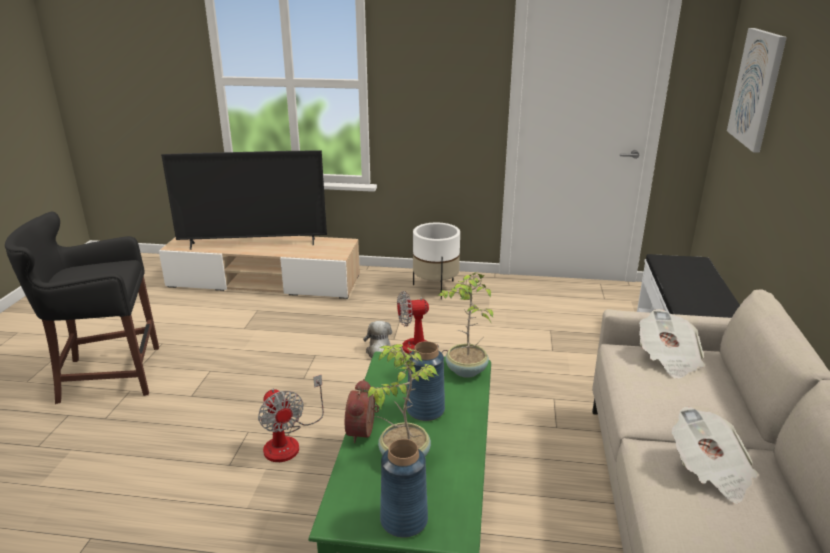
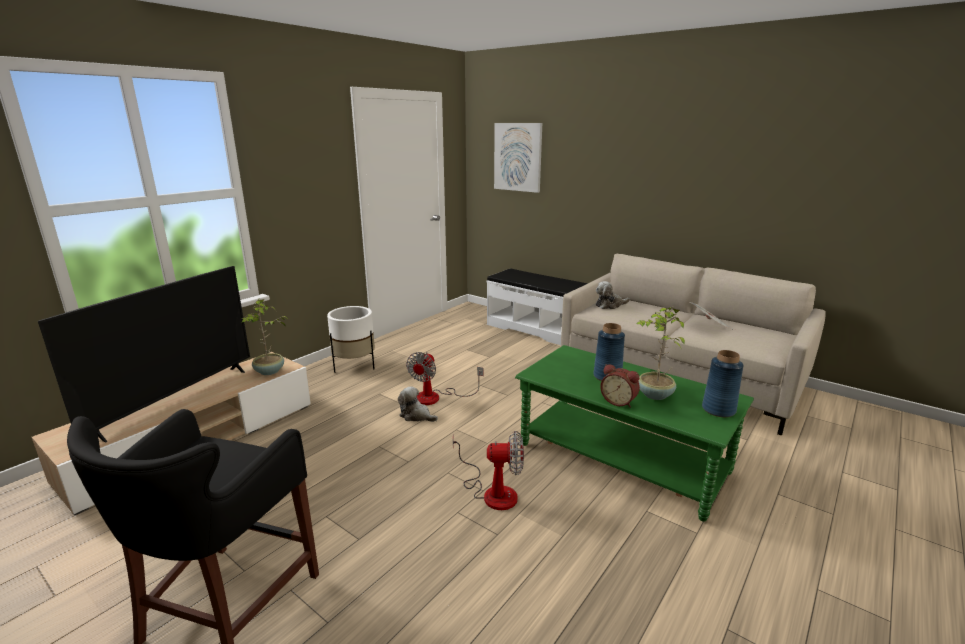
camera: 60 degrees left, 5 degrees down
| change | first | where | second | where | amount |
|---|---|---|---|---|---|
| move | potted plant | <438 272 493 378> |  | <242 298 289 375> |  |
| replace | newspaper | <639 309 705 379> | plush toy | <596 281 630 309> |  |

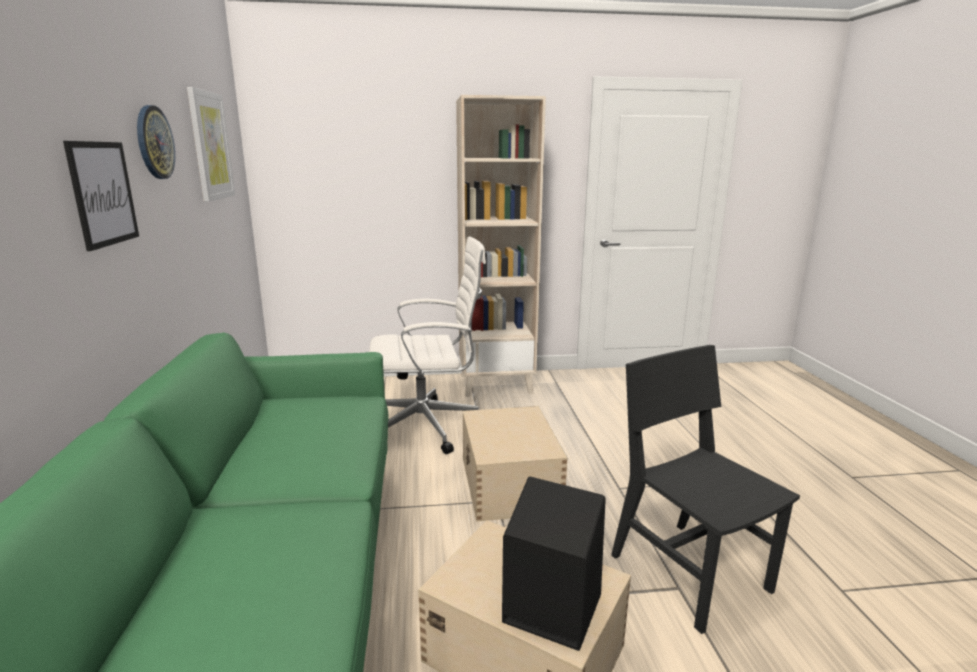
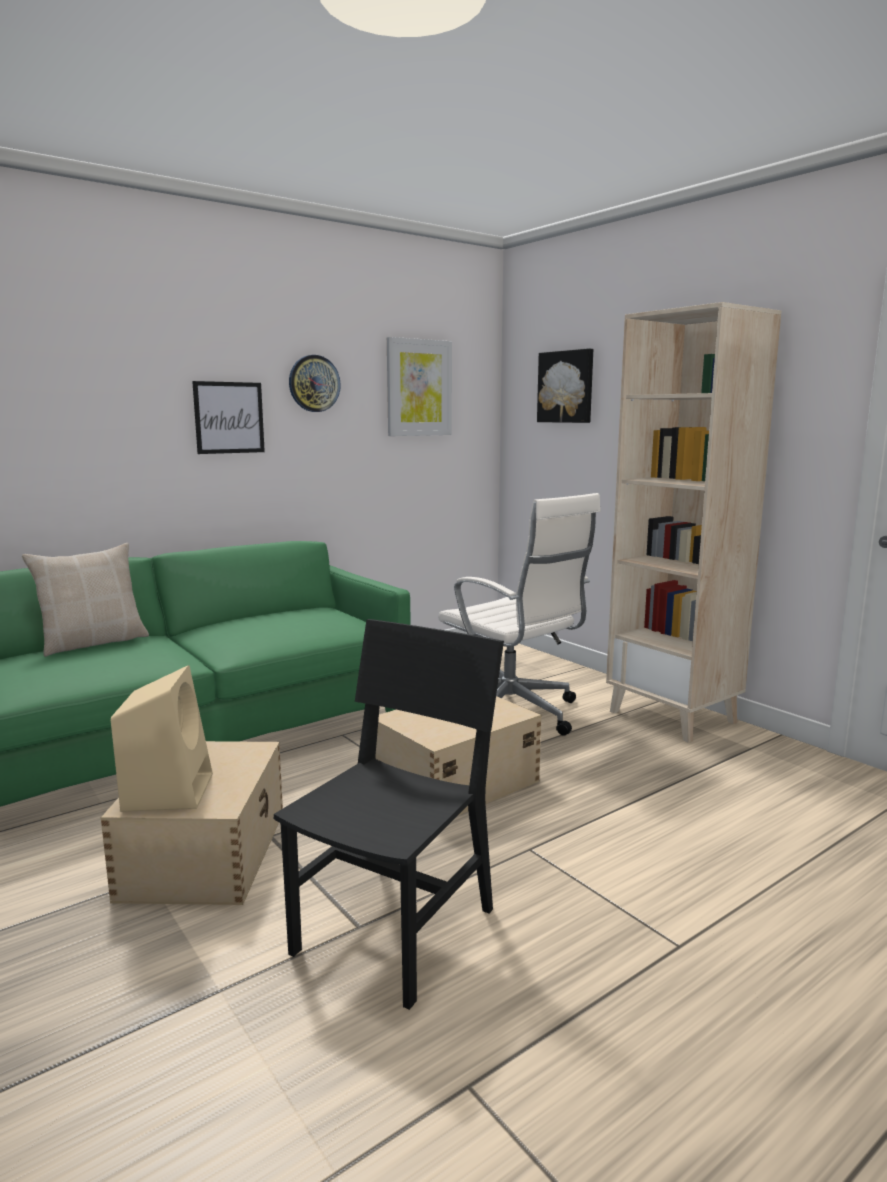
camera: 60 degrees right, 5 degrees down
| change | first | where | second | where | amount |
|---|---|---|---|---|---|
| insert |  |  | pillow (beige) | <22 543 149 657> |  |
| recolor | speaker (black) | <502 477 606 651> | speaker (beige) | <111 665 213 812> |  |
| insert |  |  | picture | <537 349 593 423> |  |

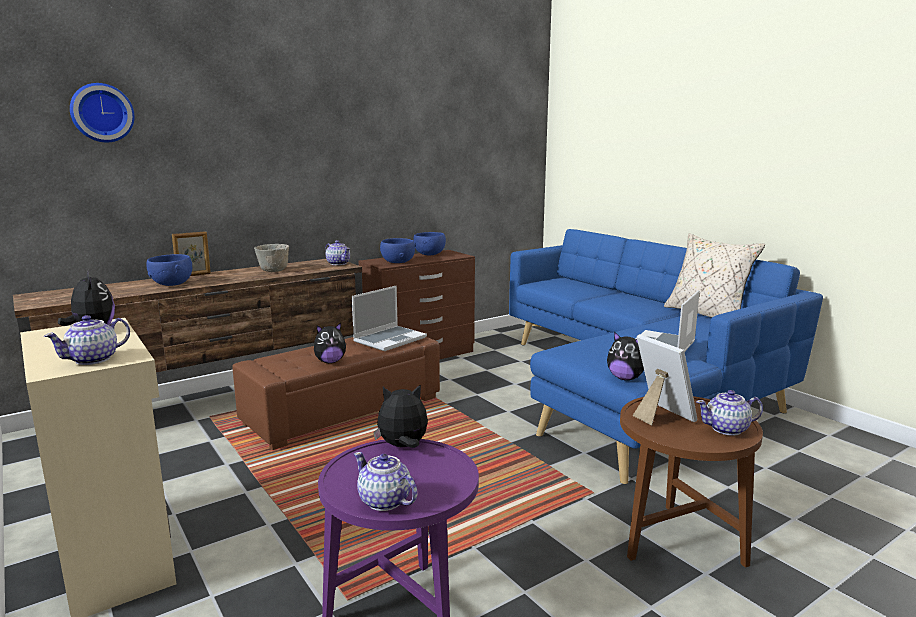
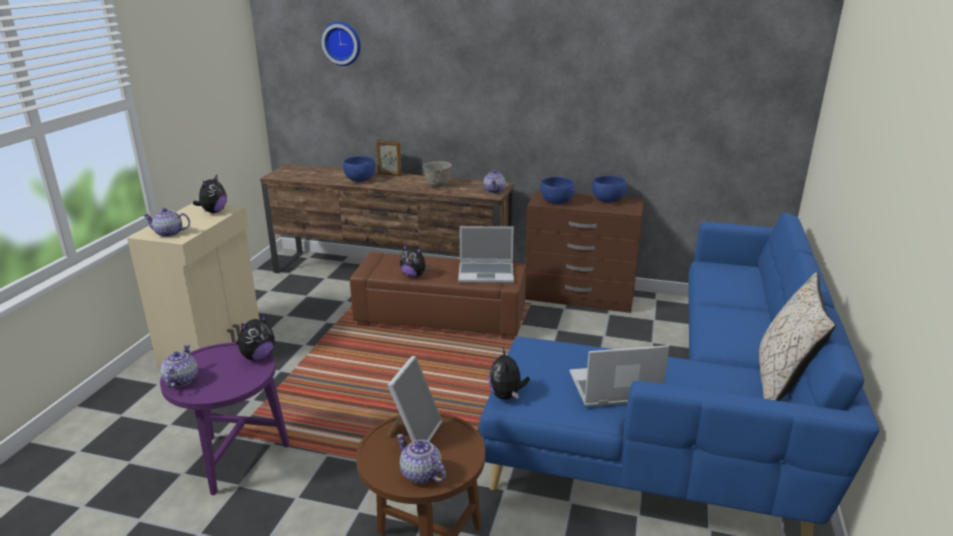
camera: 50 degrees right, 10 degrees up
| change | first | where | second | where | amount |
|---|---|---|---|---|---|
| rotate | plush toy | <373 384 428 448> |  | <236 313 275 360> | 90 degrees clockwise |

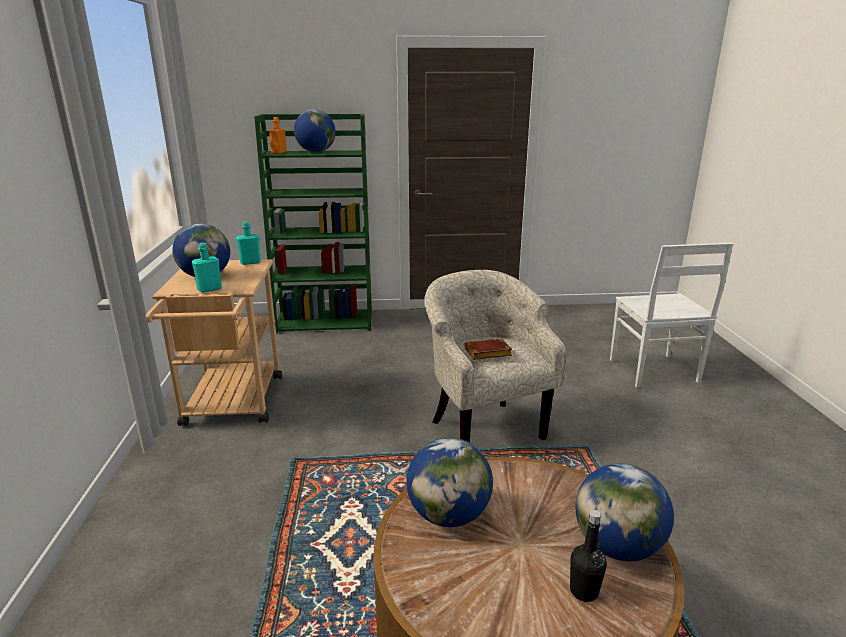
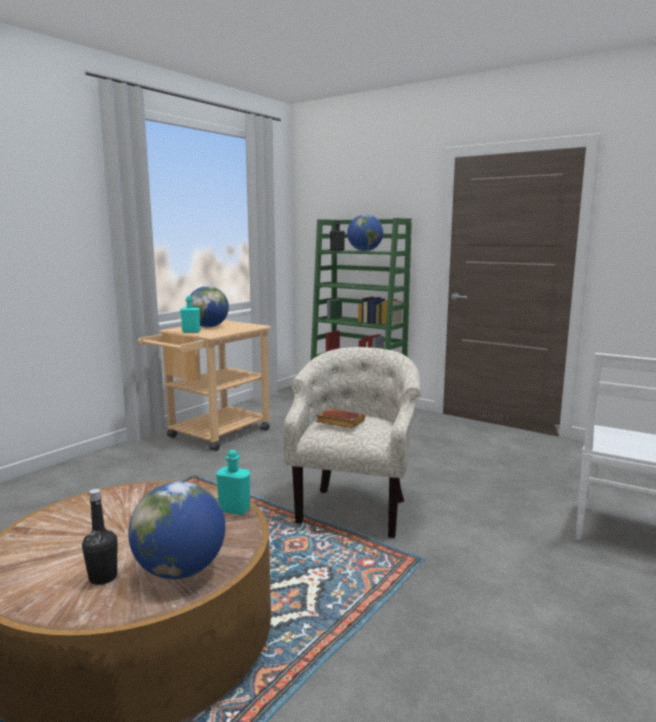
camera: 40 degrees right, 10 degrees down
| change | first | where | second | where | amount |
|---|---|---|---|---|---|
| move | bottle (turquoise) | <236 222 261 265> |  | <216 450 250 515> |  |
| recolor | bottle (orange) | <269 117 287 154> | bottle (black) | <330 221 345 251> |  |
| delete | globe | <406 437 493 527> |  |  |  |

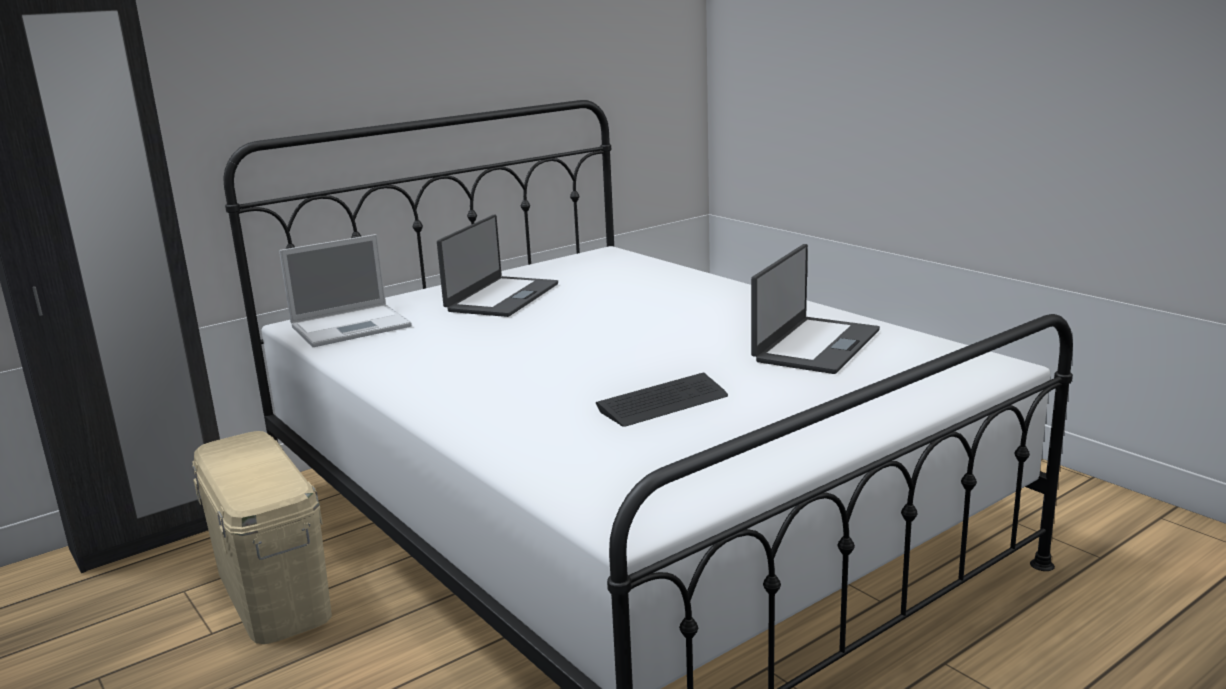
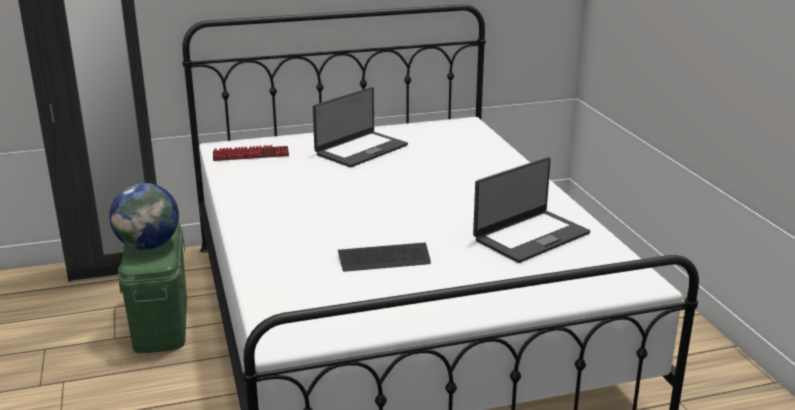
camera: 20 degrees right, 5 degrees up
| change | first | where | second | where | amount |
|---|---|---|---|---|---|
| insert |  |  | globe | <109 183 179 250> |  |
| recolor | storage box (beige) | <192 431 332 644> | storage box (green) | <118 223 187 353> |  |
| replace | laptop | <279 234 412 347> | keyboard | <213 145 289 161> |  |

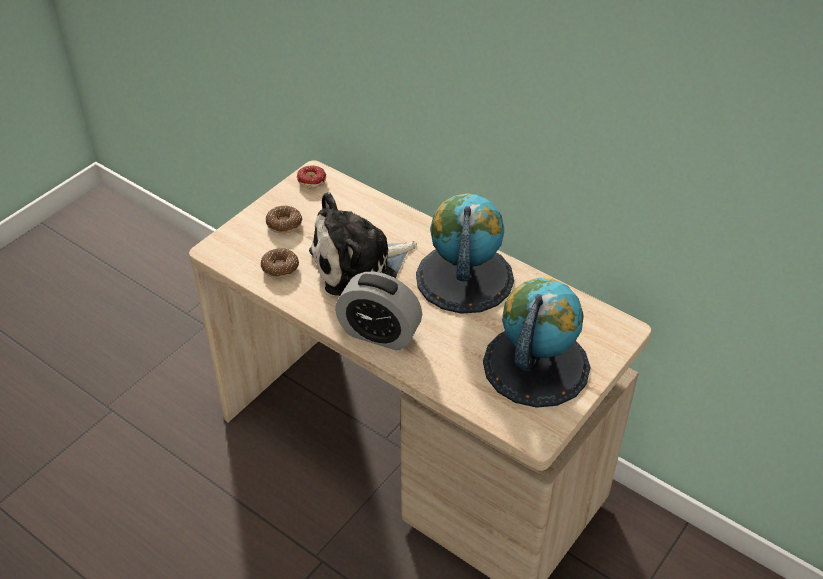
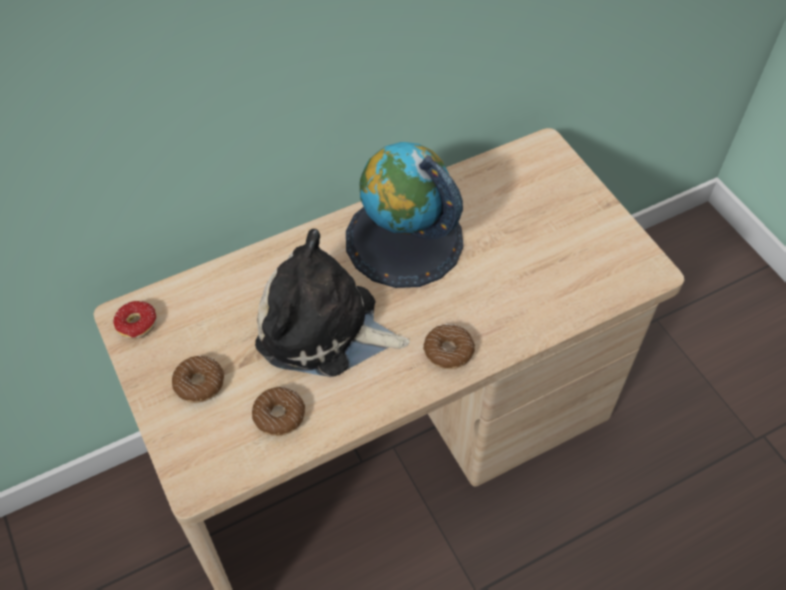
camera: 65 degrees left, 10 degrees up
| change | first | where | second | where | amount |
|---|---|---|---|---|---|
| rotate | plush toy | <309 192 417 296> |  | <255 229 409 377> | 105 degrees clockwise |
| replace | alarm clock | <335 272 422 351> | donut | <423 324 475 369> |  |
| delete | globe | <483 278 590 408> |  |  |  |

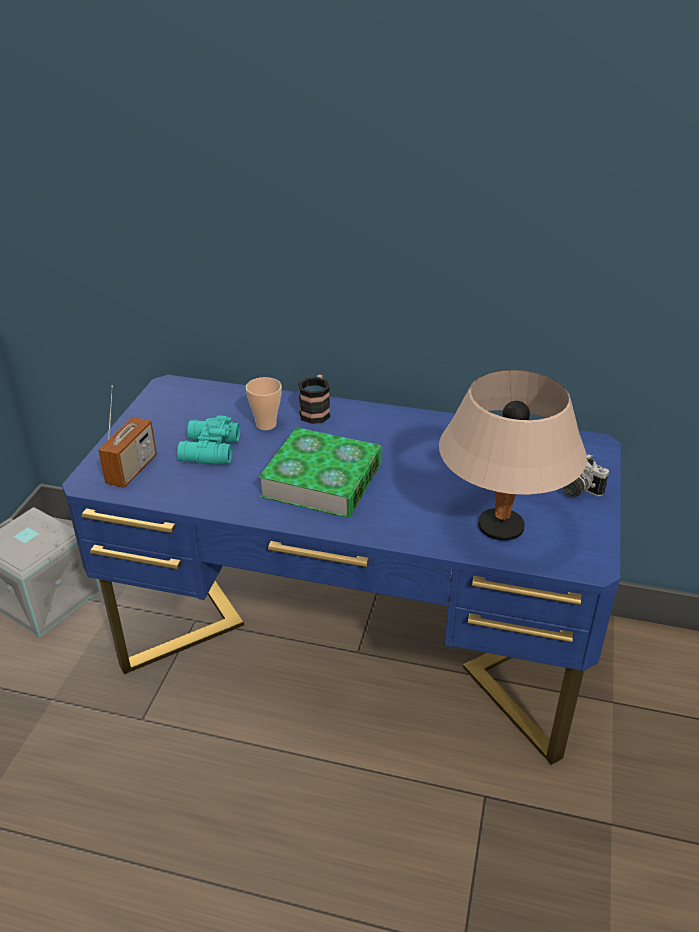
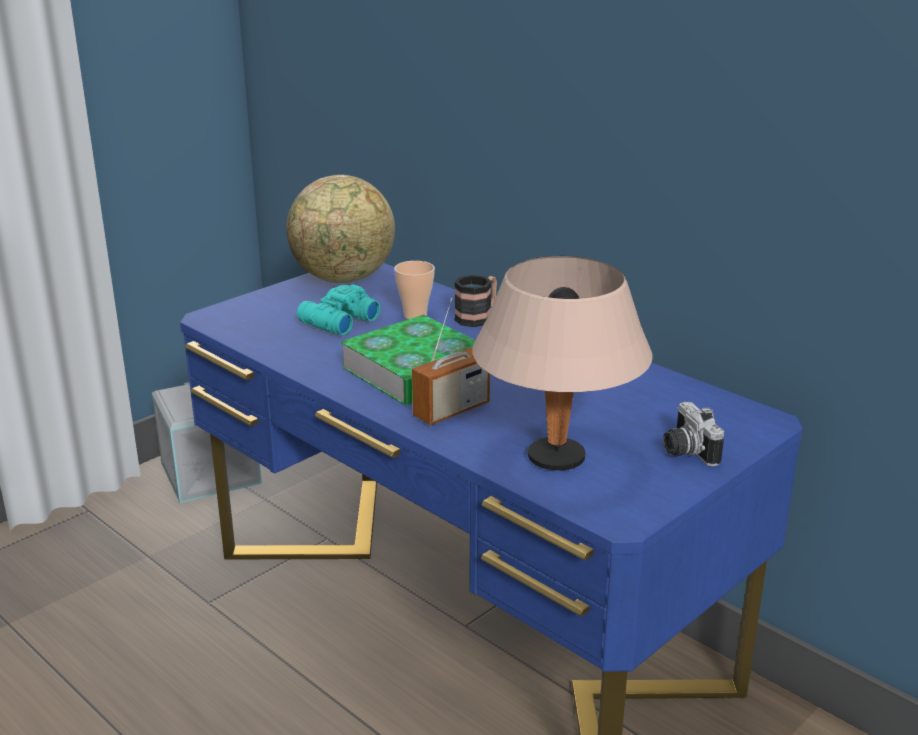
camera: 30 degrees right, 10 degrees down
| change | first | where | second | where | amount |
|---|---|---|---|---|---|
| insert |  |  | globe | <286 175 395 283> |  |
| move | radio | <98 385 157 488> |  | <412 298 490 425> |  |

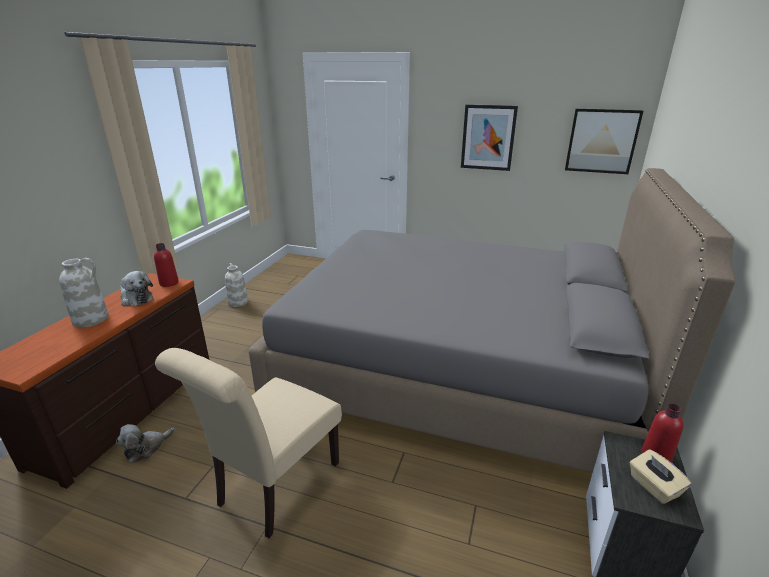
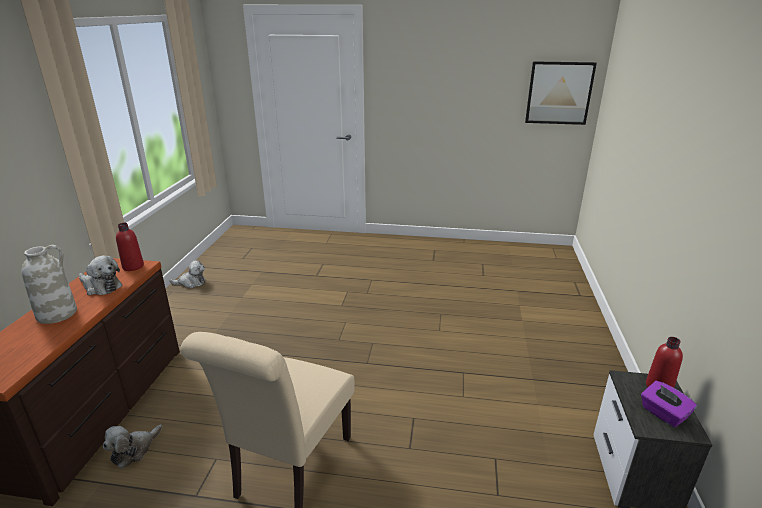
camera: 10 degrees left, 0 degrees up
| change | first | where | second | where | amount |
|---|---|---|---|---|---|
| replace | vase (white) | <225 263 248 307> | plush toy | <170 260 205 288> |  |
| recolor | tissue box (beige) | <630 449 691 504> | tissue box (purple) | <641 381 697 427> |  |
| delete | bed (grey) | <249 168 736 473> |  |  |  |
| delete | picture | <461 104 518 171> |  |  |  |

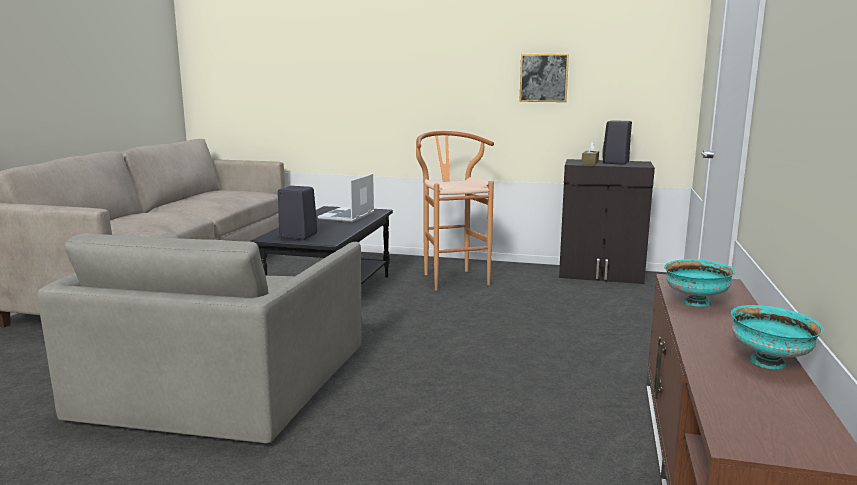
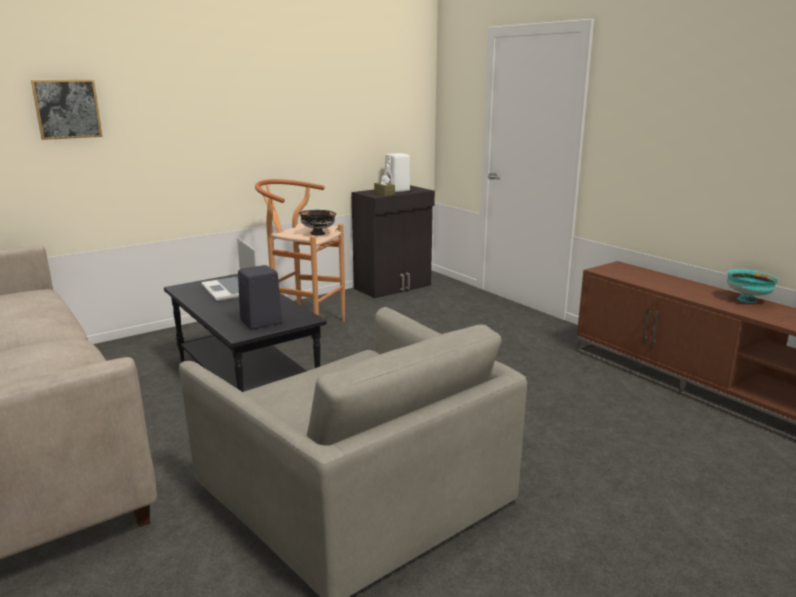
camera: 50 degrees left, 5 degrees up
| change | first | where | second | where | amount |
|---|---|---|---|---|---|
| move | picture | <519 54 569 102> |  | <31 80 103 140> |  |
| insert |  |  | bowl (black) | <299 210 336 235> |  |
| recolor | speaker (black) | <602 120 632 165> | speaker (white) | <384 153 410 192> |  |
| delete | bowl (turquoise) | <664 259 736 307> |  |  |  |

